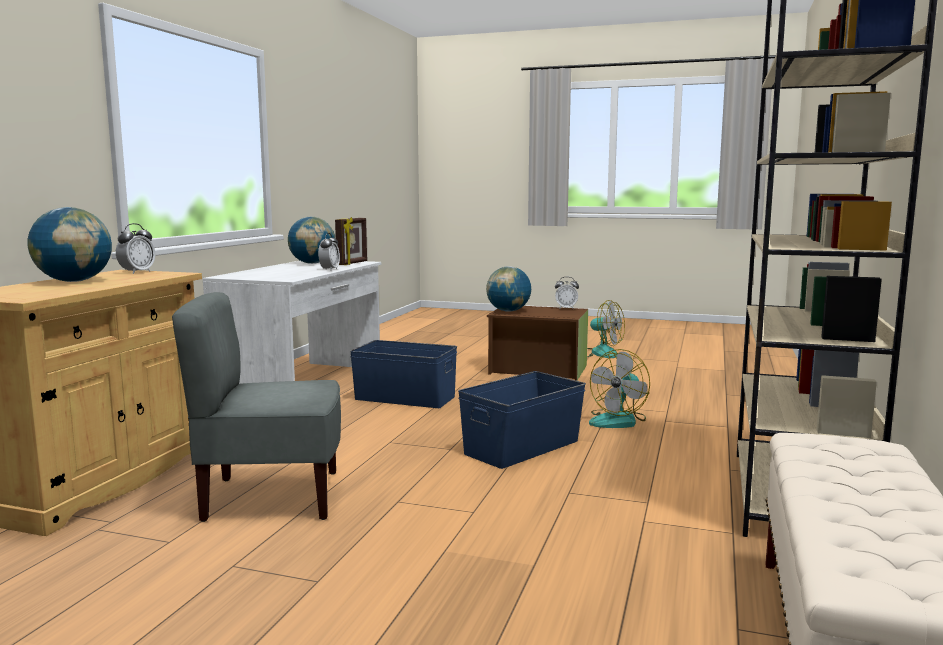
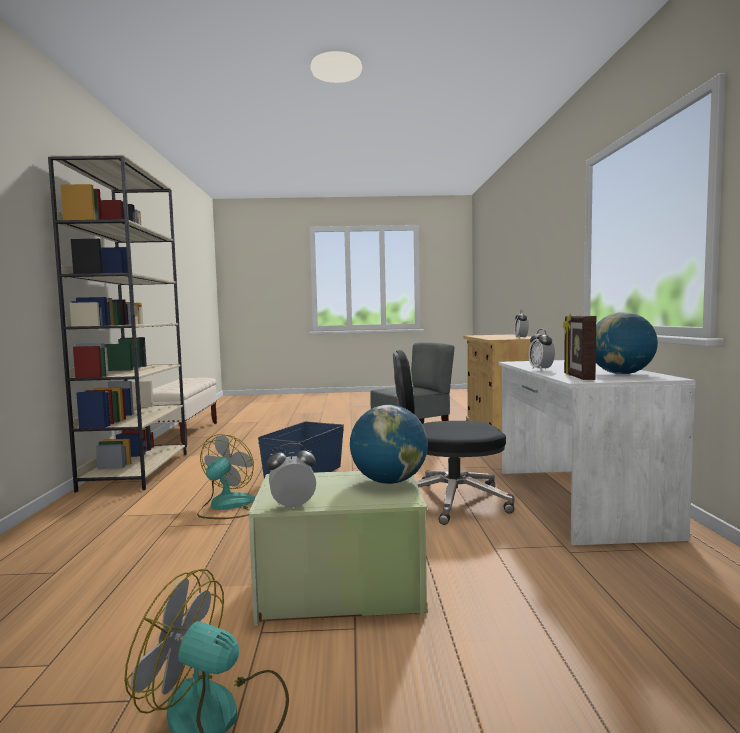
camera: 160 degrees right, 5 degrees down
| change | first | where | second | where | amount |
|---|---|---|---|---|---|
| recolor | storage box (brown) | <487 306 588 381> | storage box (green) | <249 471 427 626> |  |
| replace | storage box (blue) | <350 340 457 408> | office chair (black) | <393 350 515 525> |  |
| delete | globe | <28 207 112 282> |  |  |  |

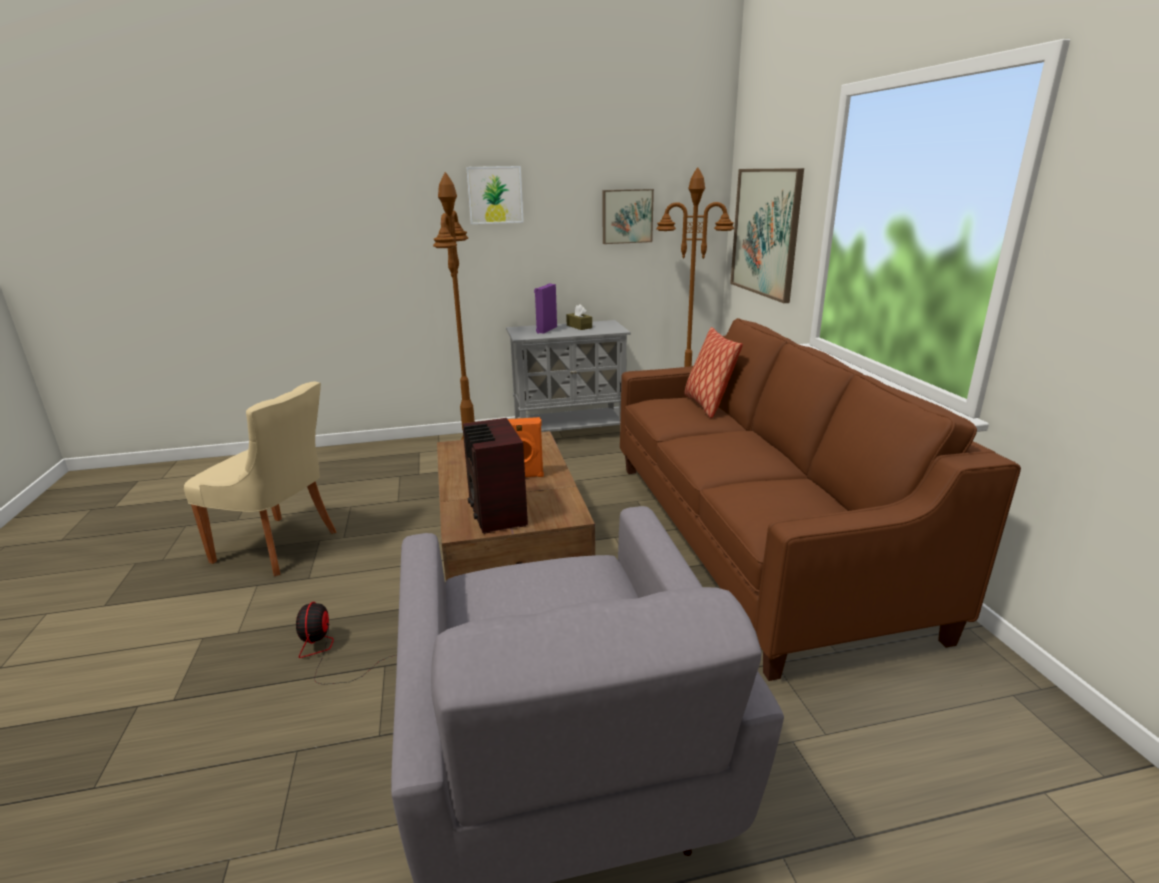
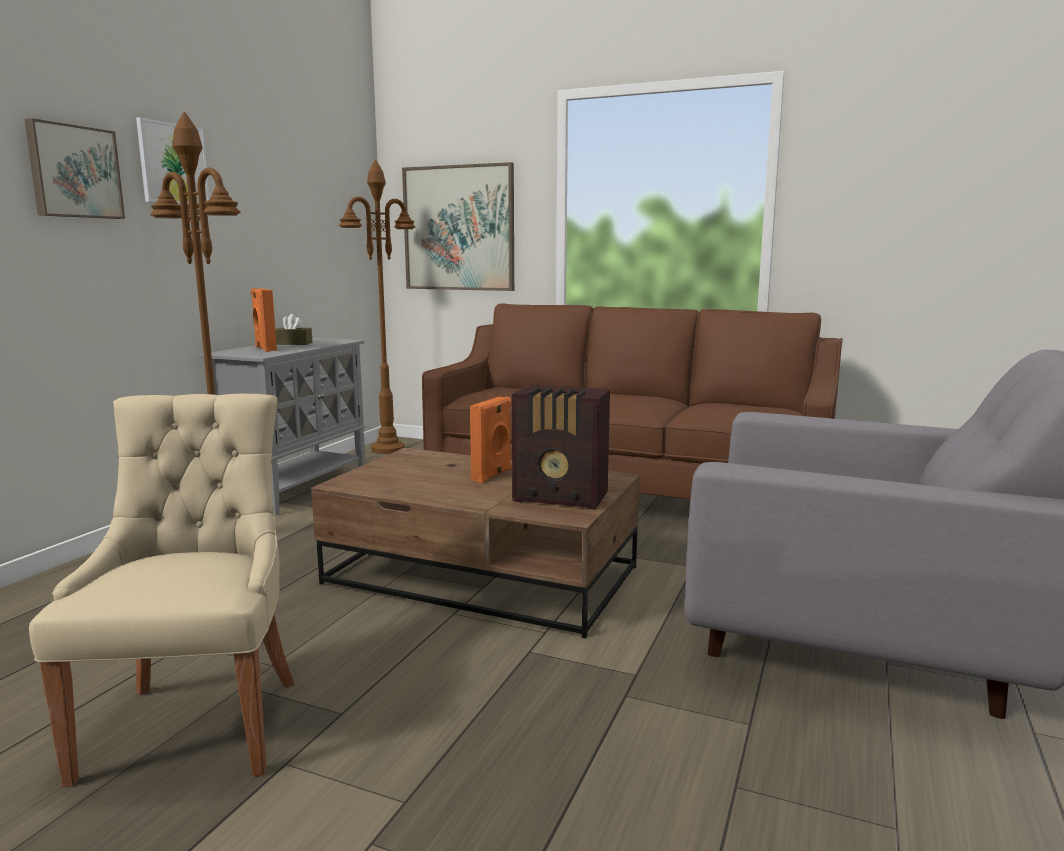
camera: 55 degrees left, 10 degrees down
| change | first | where | second | where | amount |
|---|---|---|---|---|---|
| move | picture | <602 189 654 244> |  | <24 118 125 219> |  |
| rotate | chair (beige) | <184 382 336 576> |  | <29 394 295 787> | 60 degrees counterclockwise |
| recolor | speaker (purple) | <534 283 557 334> | speaker (orange) | <251 288 277 352> |  |
| delete | fan | <296 602 395 684> |  |  |  |
| delete | pillow | <684 327 743 418> |  |  |  |

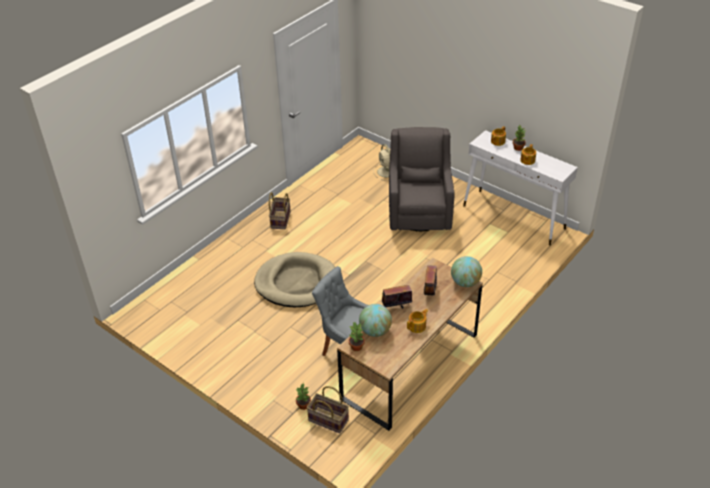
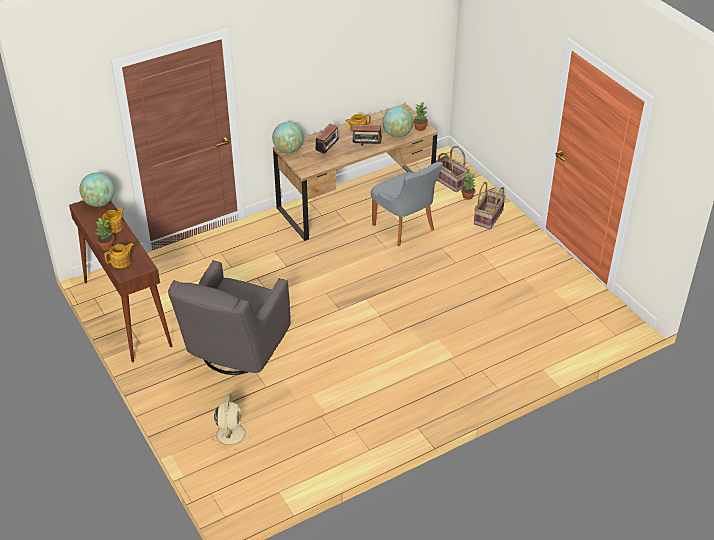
camera: 160 degrees left, 0 degrees up
| change | first | where | second | where | amount |
|---|---|---|---|---|---|
| recolor | console table (white) | <463 130 578 246> | console table (brown) | <69 200 172 362> |  |
| insert |  |  | globe | <79 173 115 207> |  |
| move | basket | <269 192 291 229> |  | <474 182 506 229> |  |
| delete | dog bed (beige) | <254 252 335 307> |  |  |  |

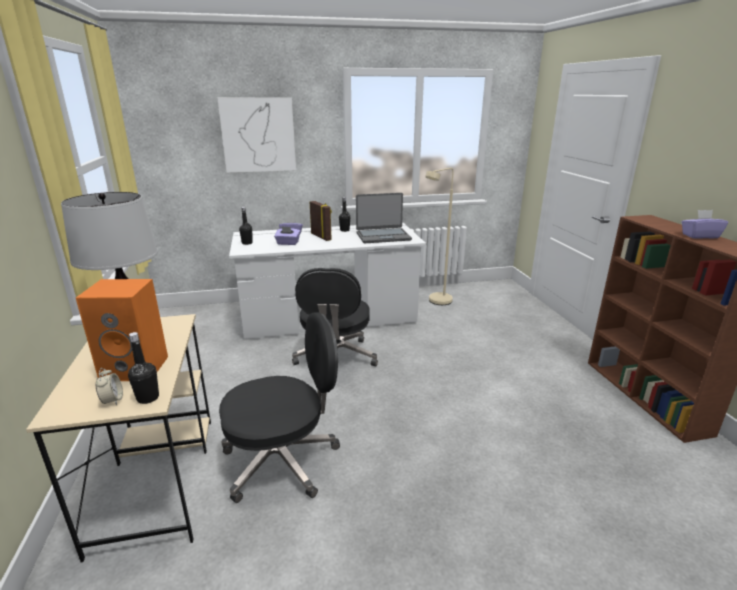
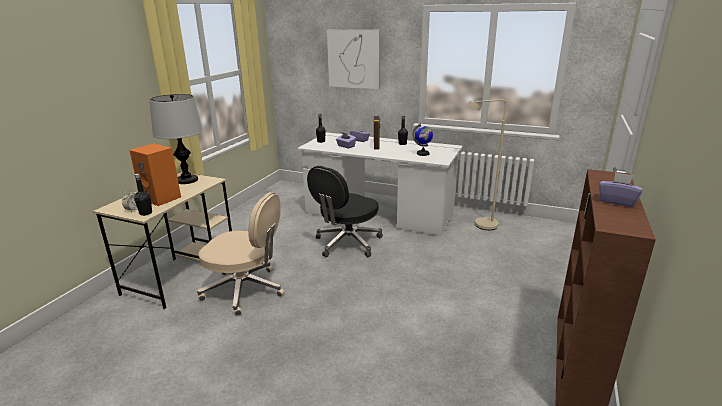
camera: 35 degrees right, 0 degrees up
| change | first | where | second | where | amount |
|---|---|---|---|---|---|
| recolor | office chair (black) | <219 312 340 503> | office chair (beige) | <197 192 285 316> |  |
| replace | laptop | <356 193 412 243> | globe | <412 124 433 156> |  |

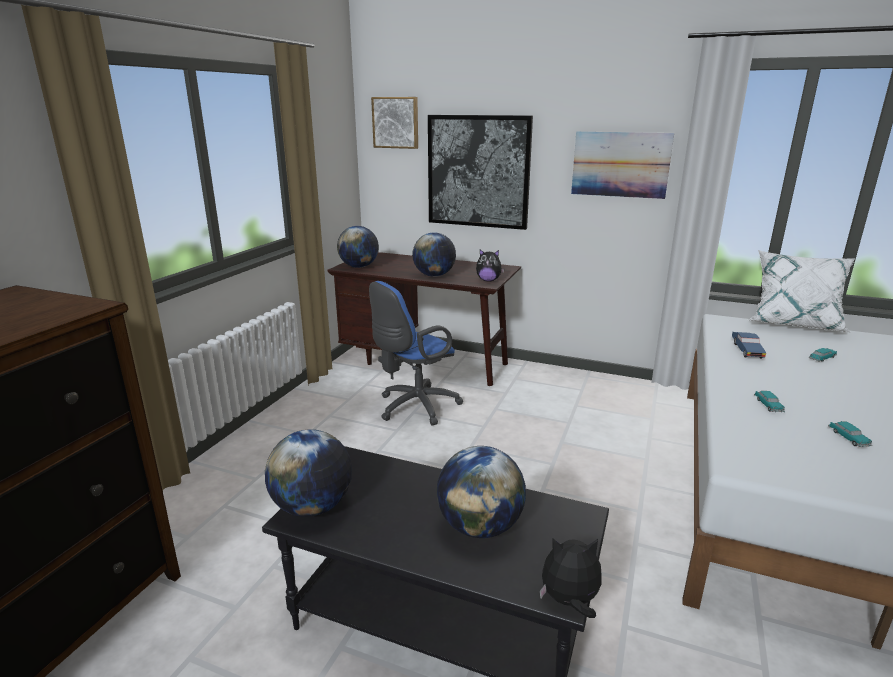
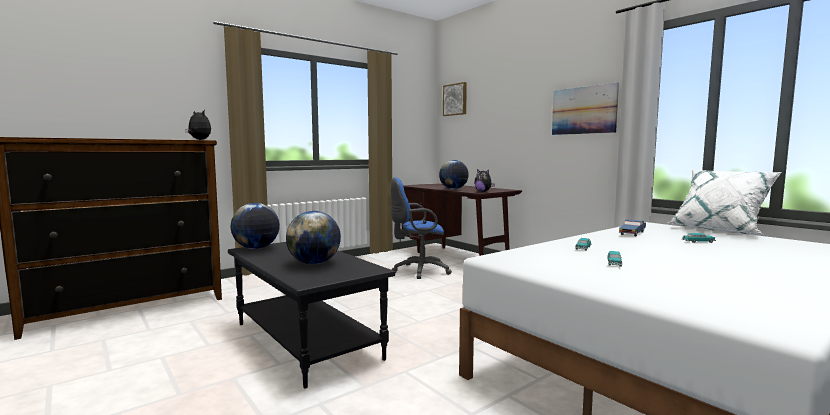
camera: 30 degrees right, 15 degrees down
| change | first | where | second | where | amount |
|---|---|---|---|---|---|
| move | plush toy | <539 539 602 618> |  | <185 110 211 140> |  |
| delete | globe | <337 226 379 268> |  |  |  |
| delete | picture | <428 115 533 230> |  |  |  |

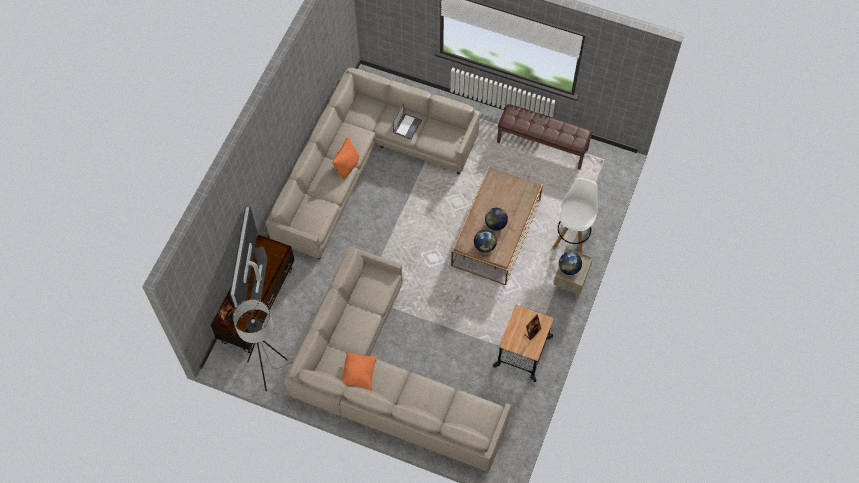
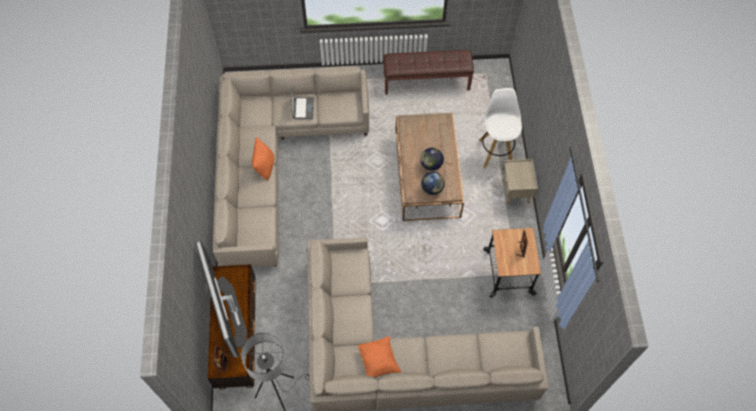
camera: 25 degrees left, 0 degrees up
| change | first | where | second | where | amount |
|---|---|---|---|---|---|
| delete | globe | <559 252 582 275> |  |  |  |

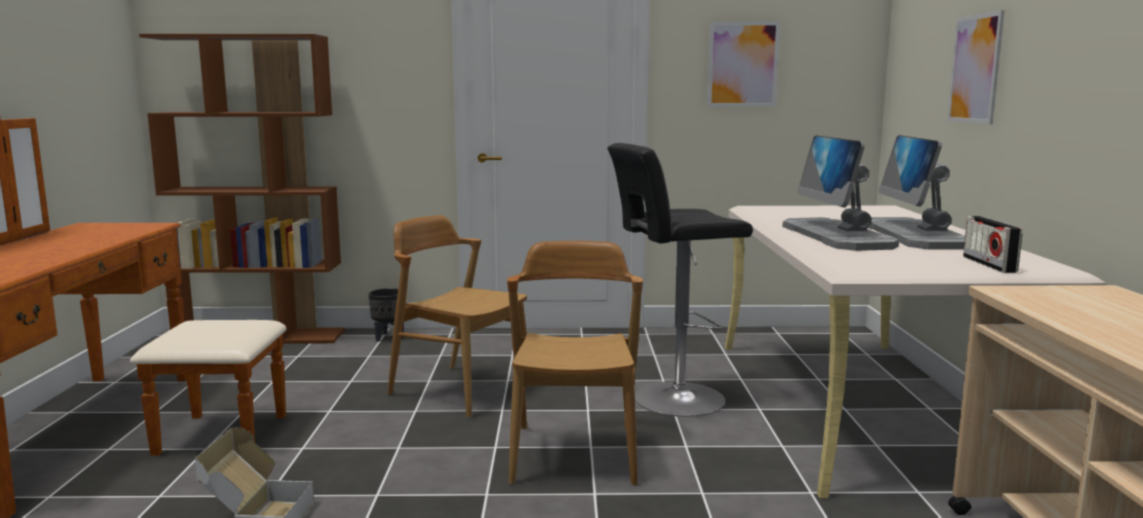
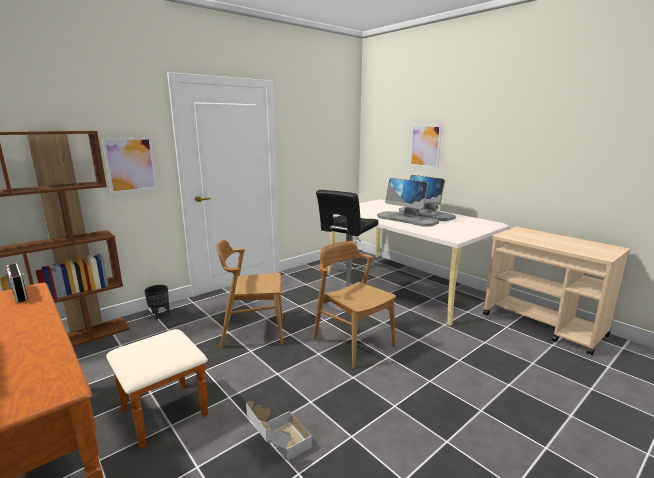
camera: 40 degrees left, 5 degrees up
| change | first | where | second | where | amount |
|---|---|---|---|---|---|
| move | radio | <963 216 1022 273> |  | <6 264 28 303> |  |
| move | picture | <707 21 780 107> |  | <102 137 158 194> |  |

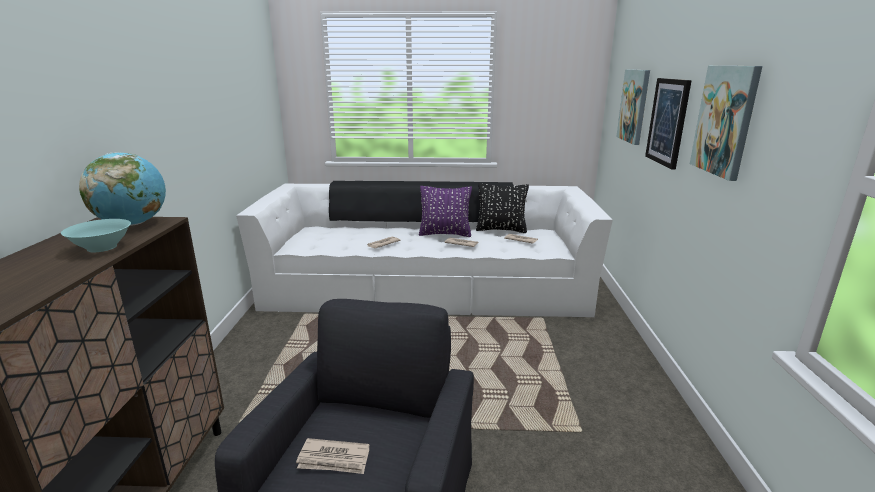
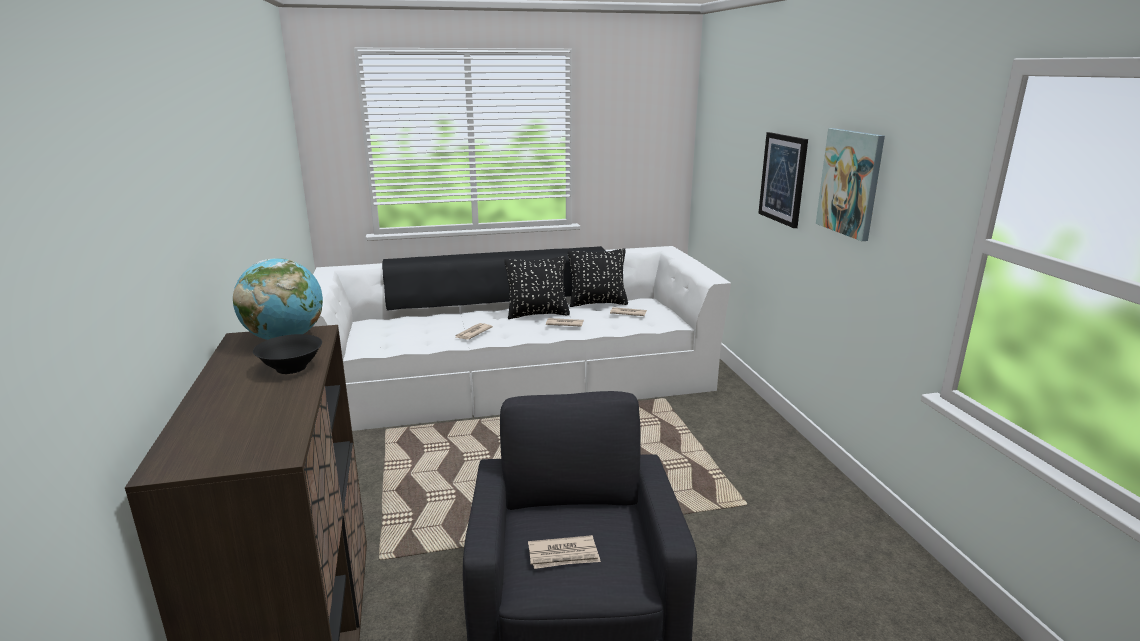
camera: 15 degrees left, 0 degrees up
| change | first | where | second | where | amount |
|---|---|---|---|---|---|
| recolor | bowl (turquoise) | <61 219 131 252> | bowl (black) | <253 334 322 374> |  |
| recolor | pillow (purple) | <419 186 472 237> | pillow (black) | <504 256 570 319> |  |
| delete | picture | <616 69 650 145> |  |  |  |

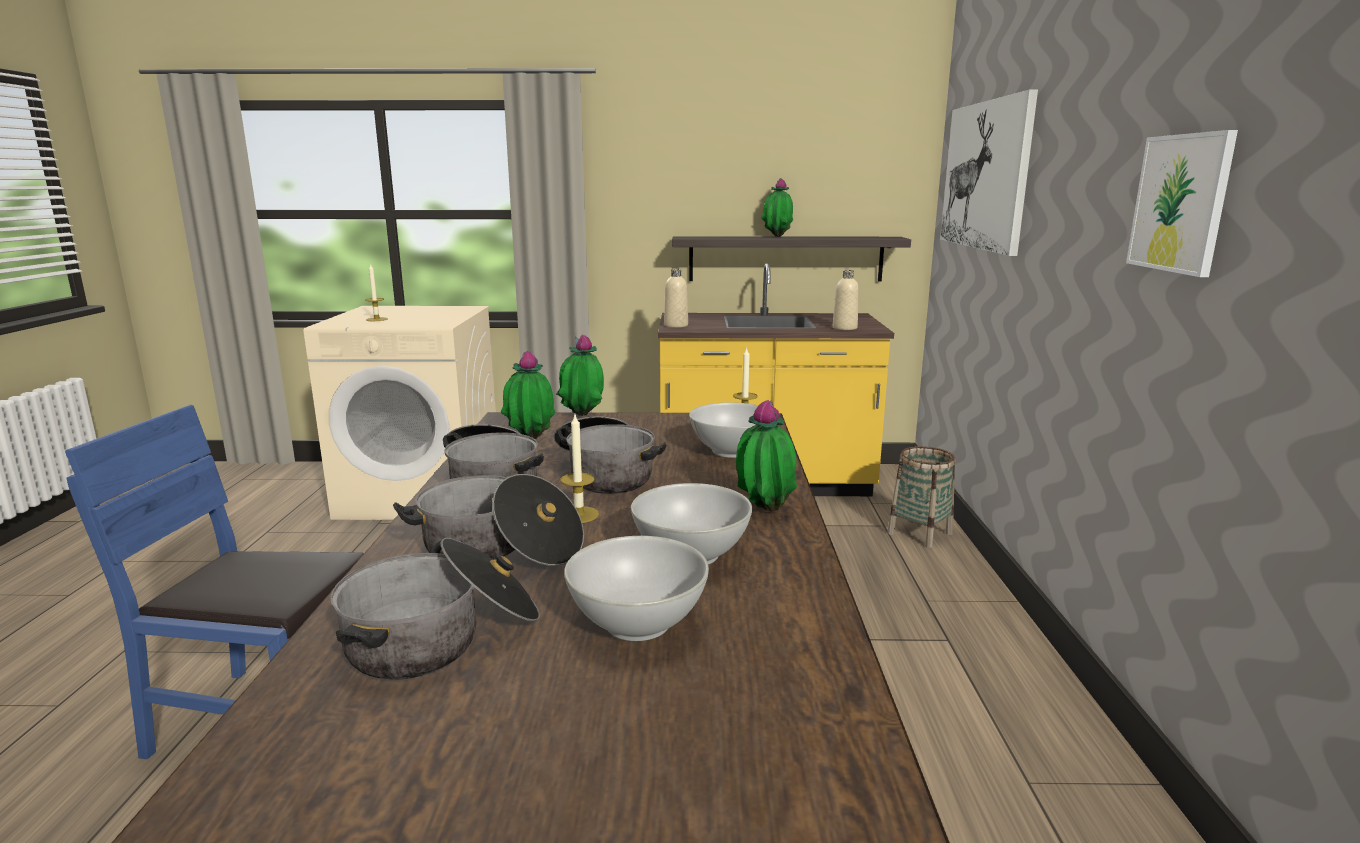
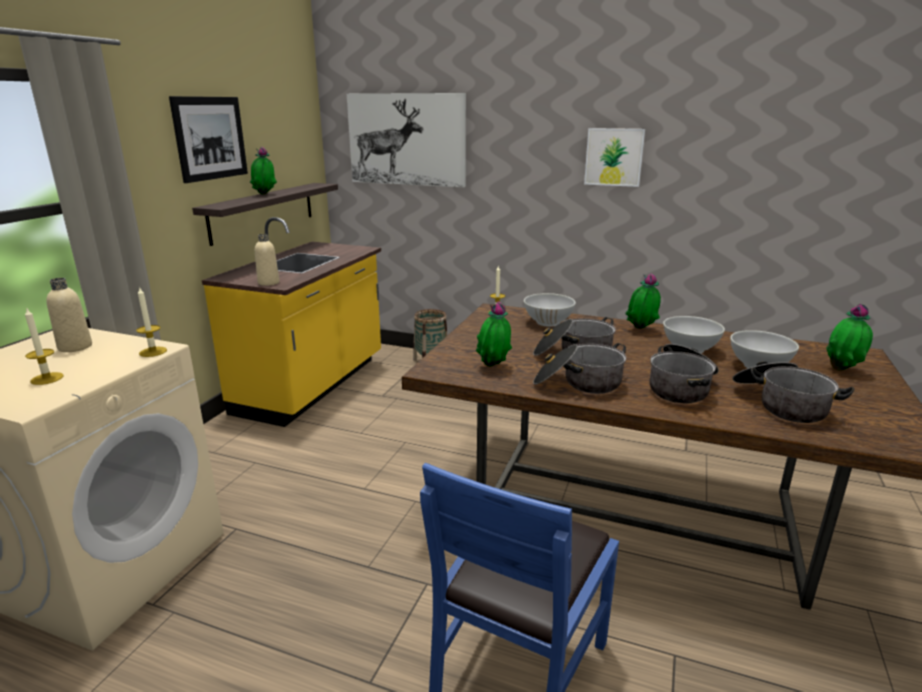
camera: 70 degrees left, 5 degrees up
| change | first | where | second | where | amount |
|---|---|---|---|---|---|
| move | bottle (beige) | <833 270 859 330> |  | <46 278 92 352> |  |
| move | candle | <561 415 599 523> |  | <136 286 167 357> |  |
| insert |  |  | picture | <169 96 248 183> |  |
| move | potted plant | <556 334 604 416> |  | <826 304 873 371> |  |

